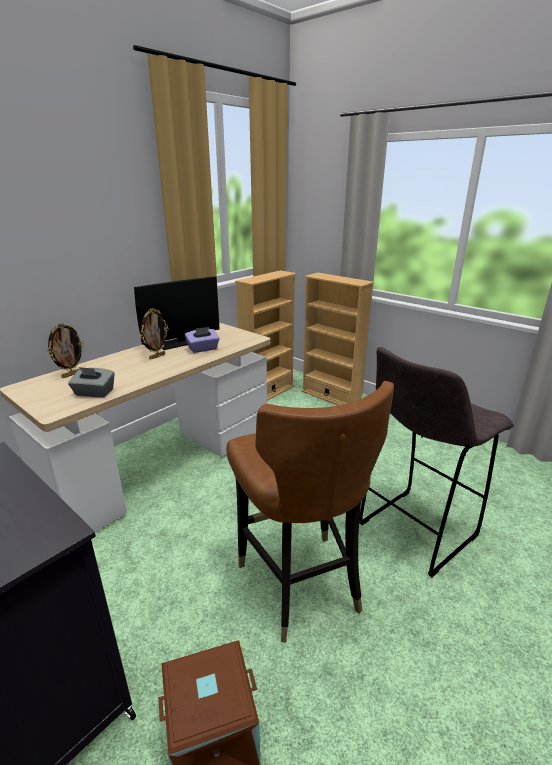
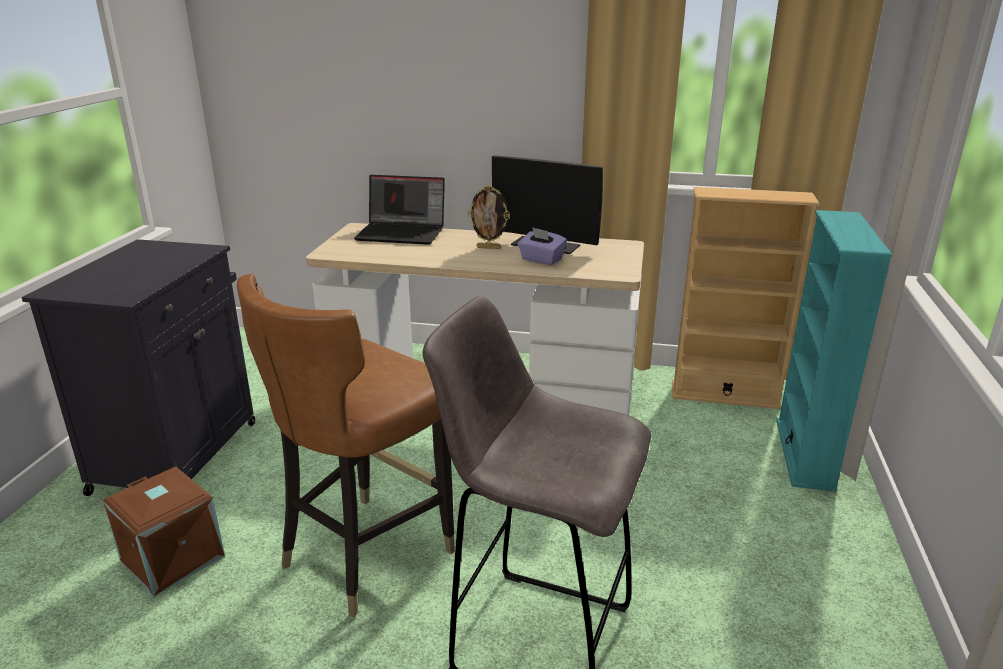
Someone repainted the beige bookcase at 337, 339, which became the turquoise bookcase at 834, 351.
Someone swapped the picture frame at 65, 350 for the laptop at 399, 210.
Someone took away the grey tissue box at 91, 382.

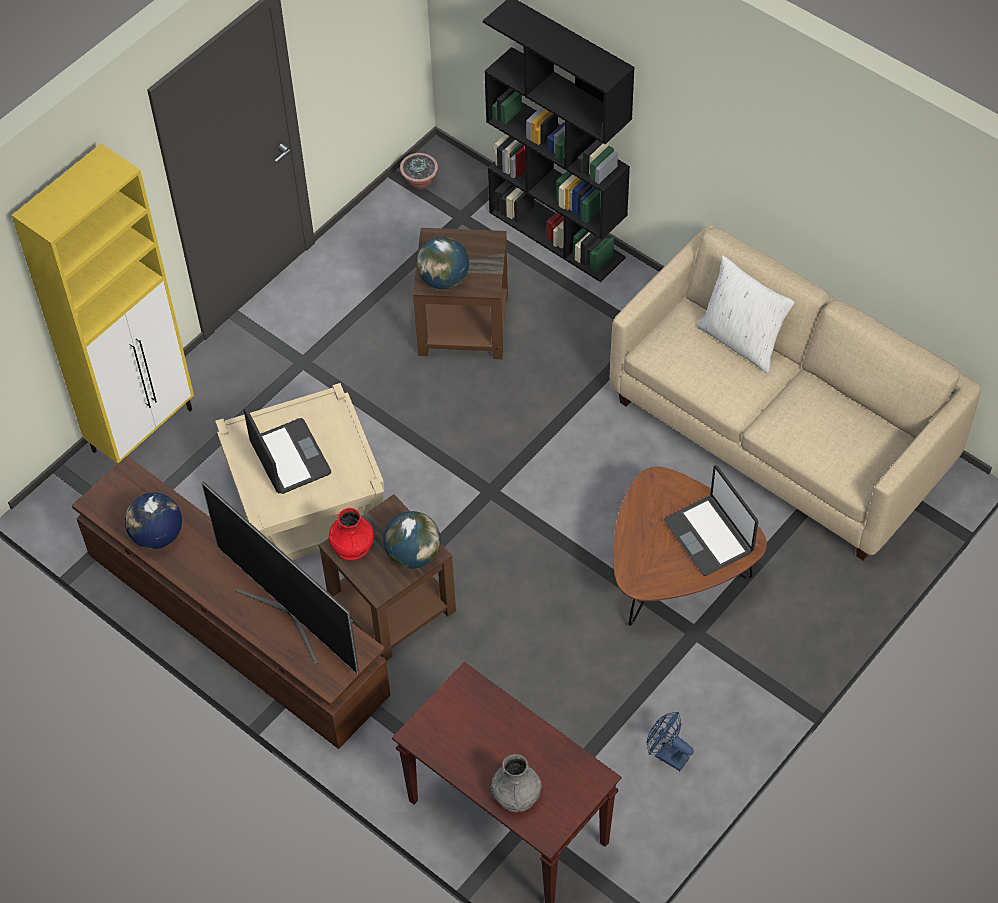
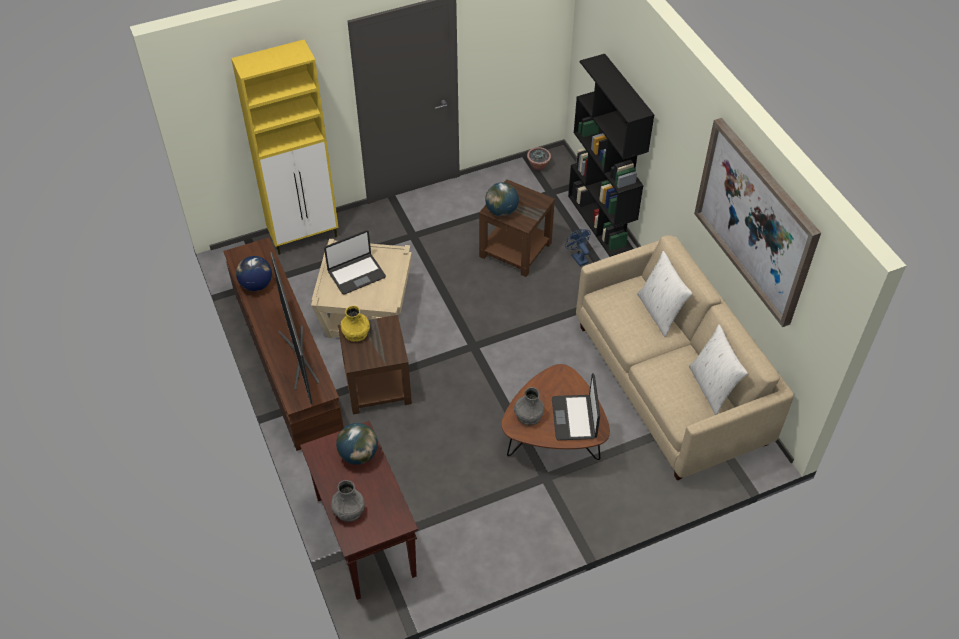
Someone rotated the laptop at 287, 450 by 60 degrees clockwise.
Someone repainted the red vase at 351, 534, which became the yellow vase at 355, 324.
Someone carried the globe from 412, 540 to 357, 444.
Someone carried the blue fan from 670, 741 to 578, 247.
Someone put up the picture at 757, 222.
Someone put down the white pillow at 718, 370.
Someone put down the grey vase at 529, 406.

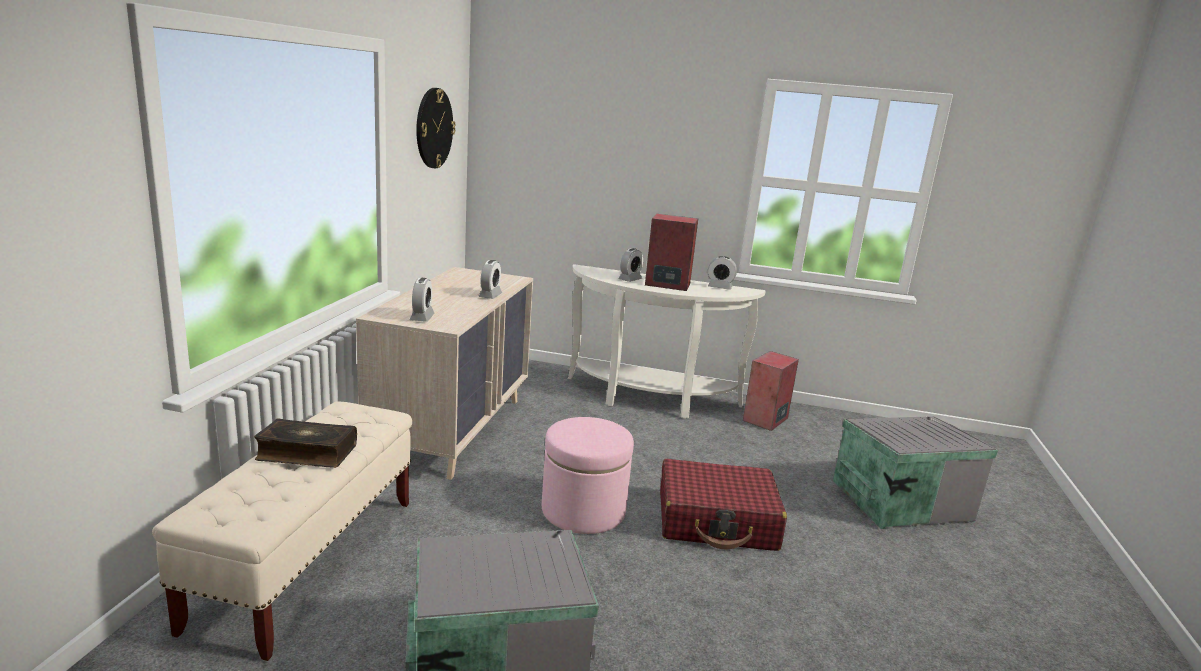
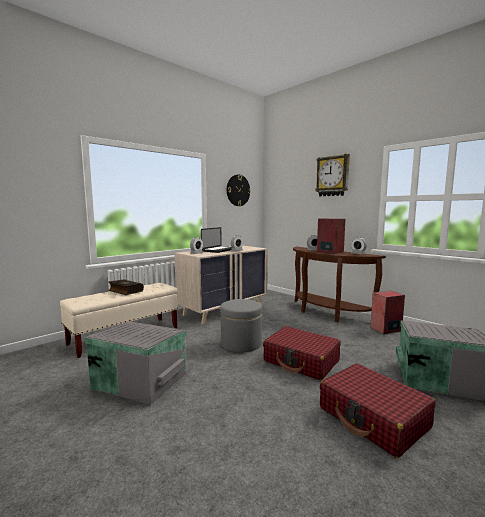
Someone repainted the white console table at 667, 341, which became the brown console table at 339, 284.
Someone repainted the pink ottoman at 588, 475, which became the grey ottoman at 241, 325.
Someone put up the wall clock at 332, 175.
Someone put down the laptop at 216, 240.
Someone put down the red suitcase at 377, 410.

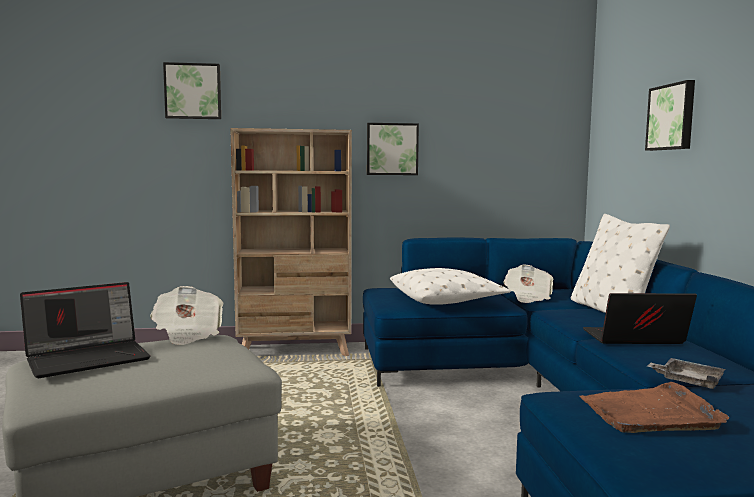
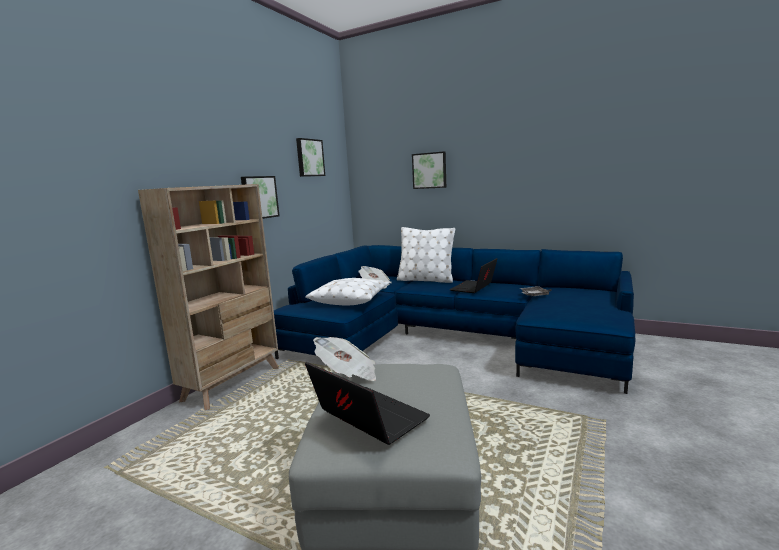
Someone carried the picture from 192, 90 to 310, 157.
Someone rotated the laptop at 85, 330 by 45 degrees counterclockwise.
Someone took away the brown tray at 654, 407.

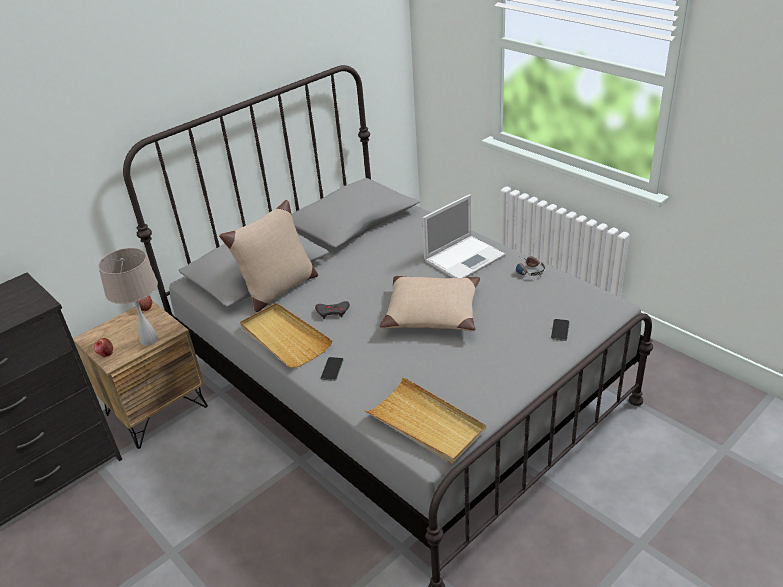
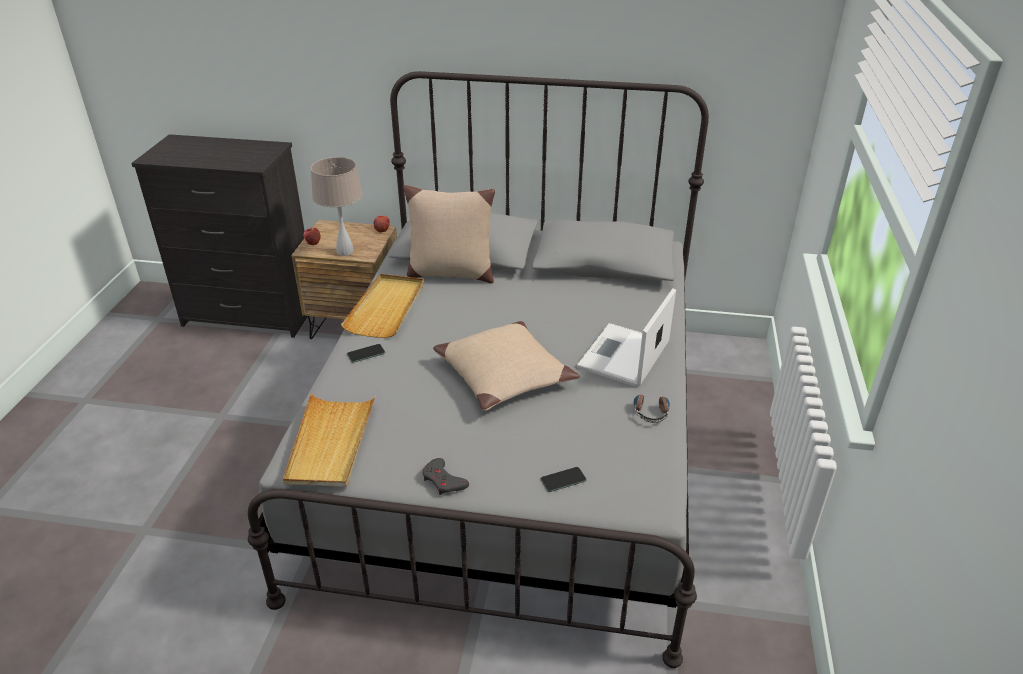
Someone rotated the laptop at 463, 236 by 105 degrees clockwise.
Someone carried the grey game controller from 332, 310 to 445, 476.

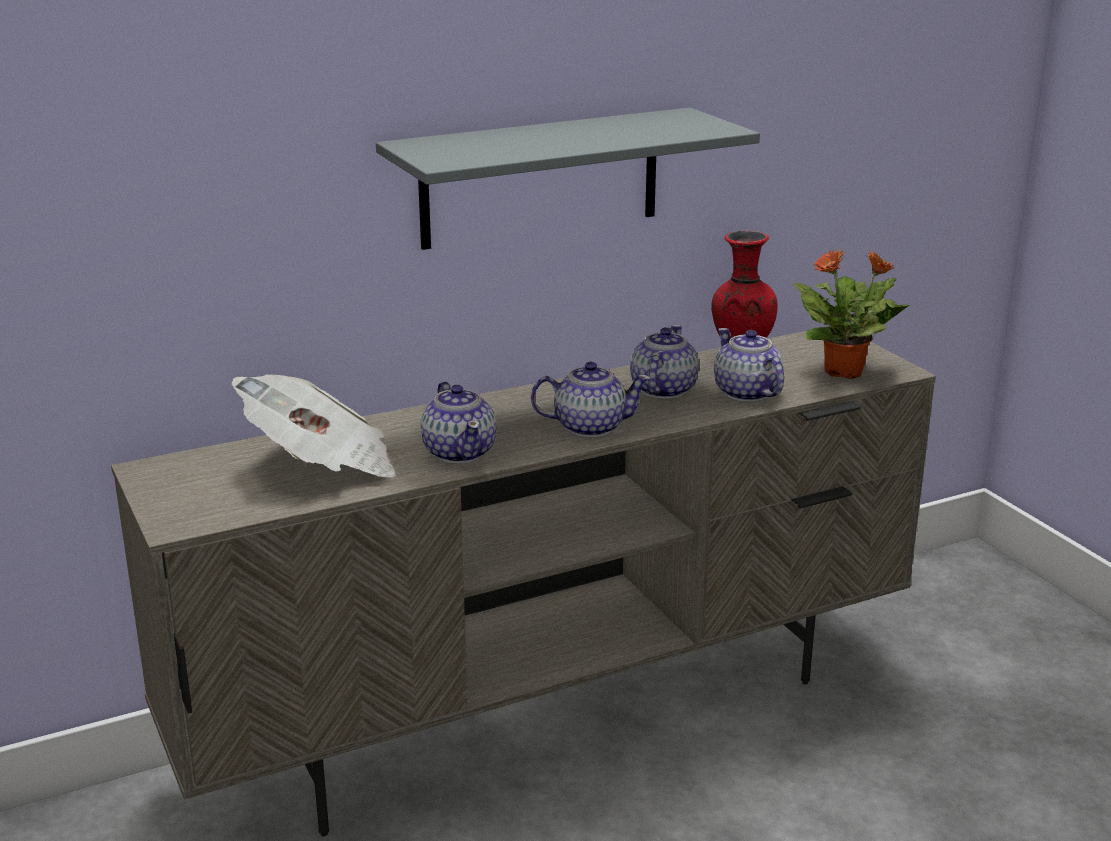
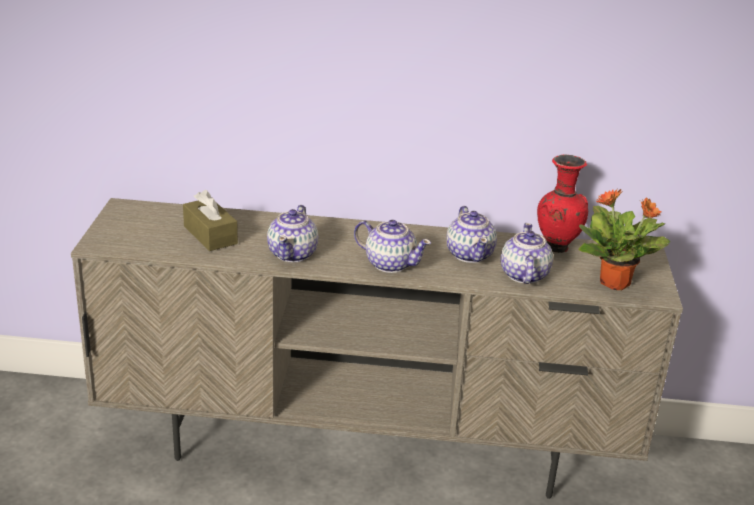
Someone took away the grey shelf at 568, 179.
Someone rotated the teapot at 664, 362 by 120 degrees clockwise.
Someone swapped the newspaper at 314, 426 for the brown tissue box at 210, 220.

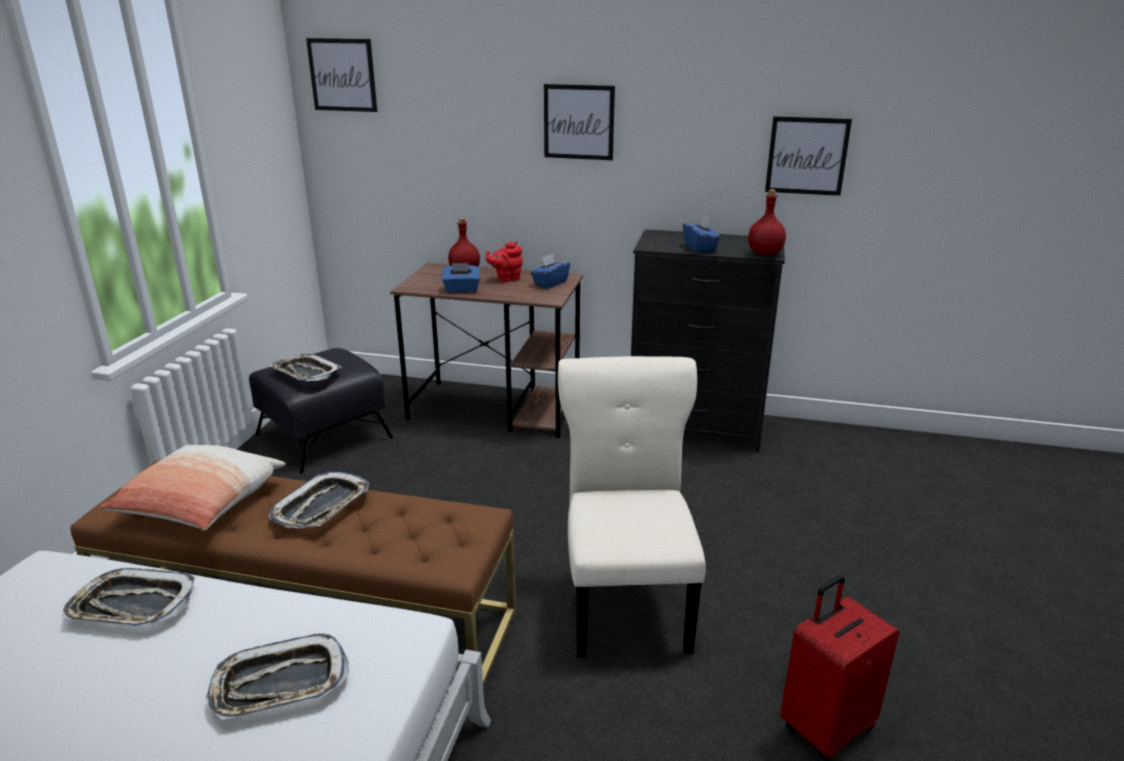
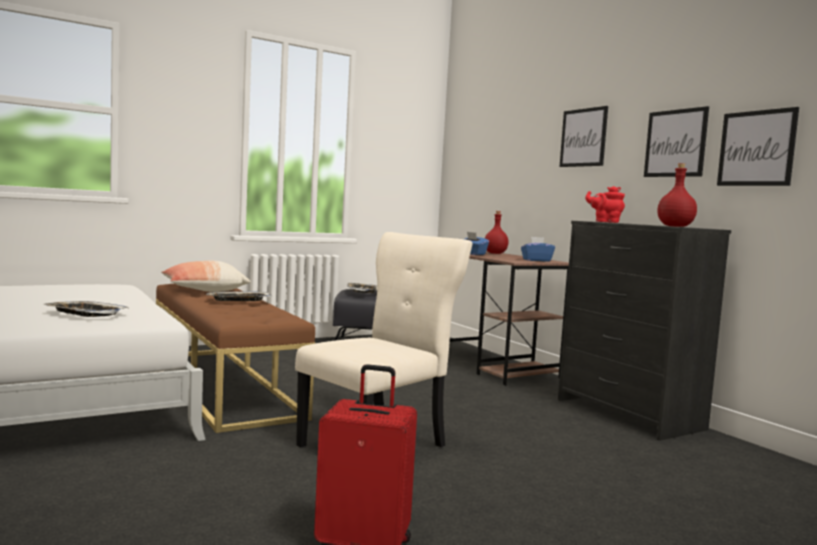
Someone carried the picture from 341, 75 to 676, 141.
Someone took away the blue tissue box at 701, 234.
Someone carried the red teapot from 504, 262 to 605, 204.
Someone took away the tray at 129, 597.

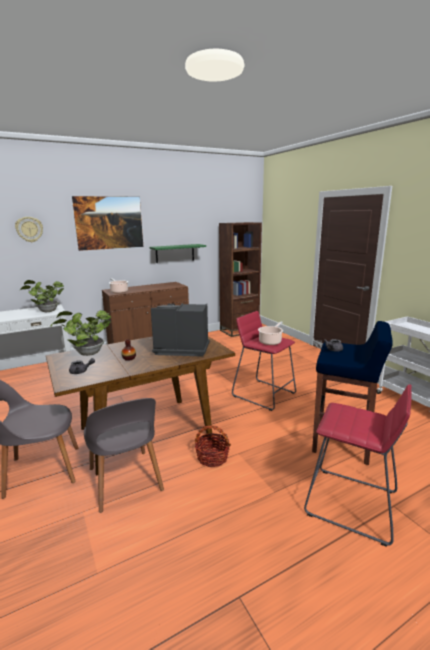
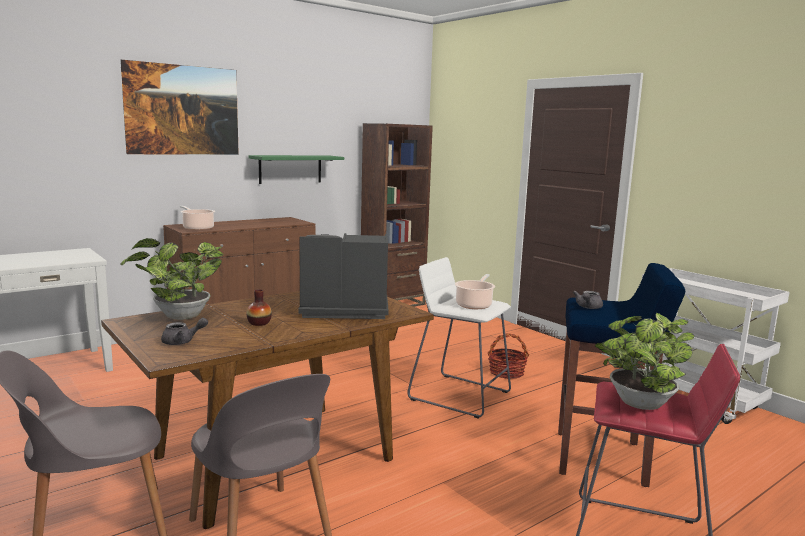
Someone took away the wall clock at 29, 229.
Someone carried the potted plant from 42, 296 to 644, 361.
Someone repainted the red stool at 264, 361, which became the white stool at 459, 338.
Someone carried the basket from 213, 446 to 508, 356.

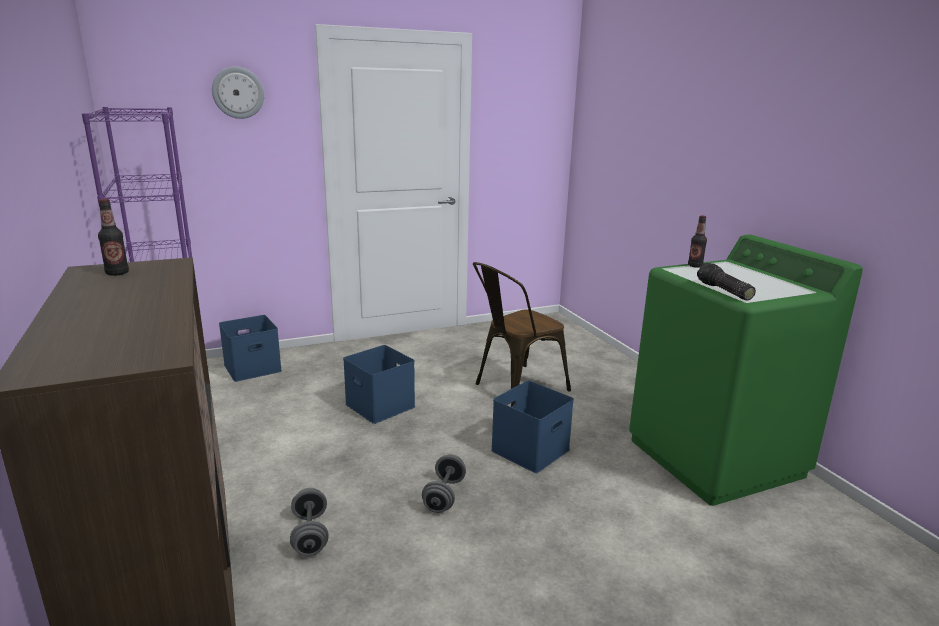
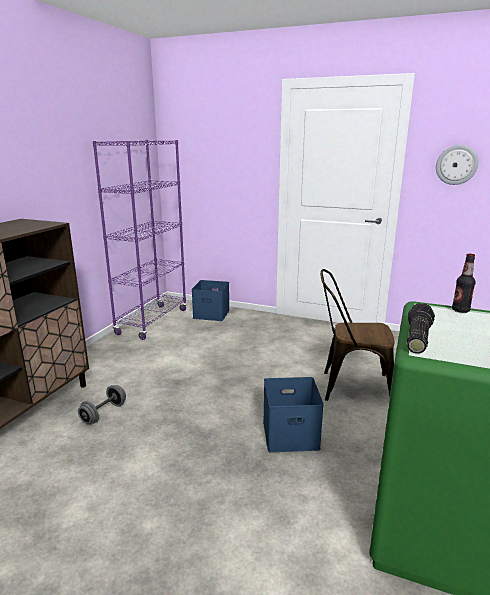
Someone carried the wall clock from 238, 93 to 457, 165.
Someone took away the bottle at 113, 237.
Someone took away the blue storage box at 379, 384.
Someone took away the grey dumbbell at 444, 483.

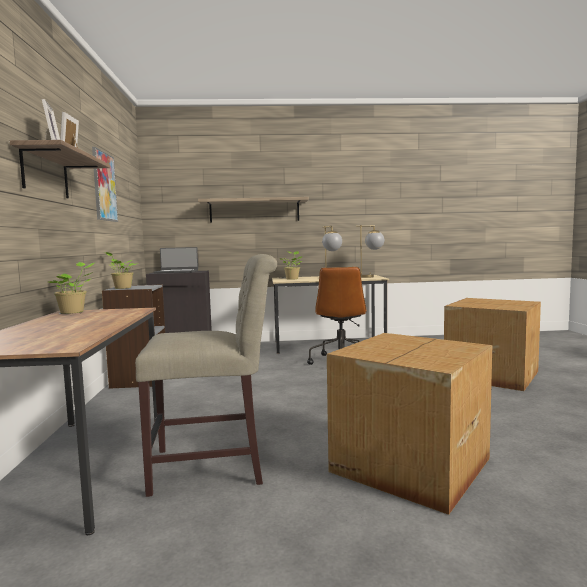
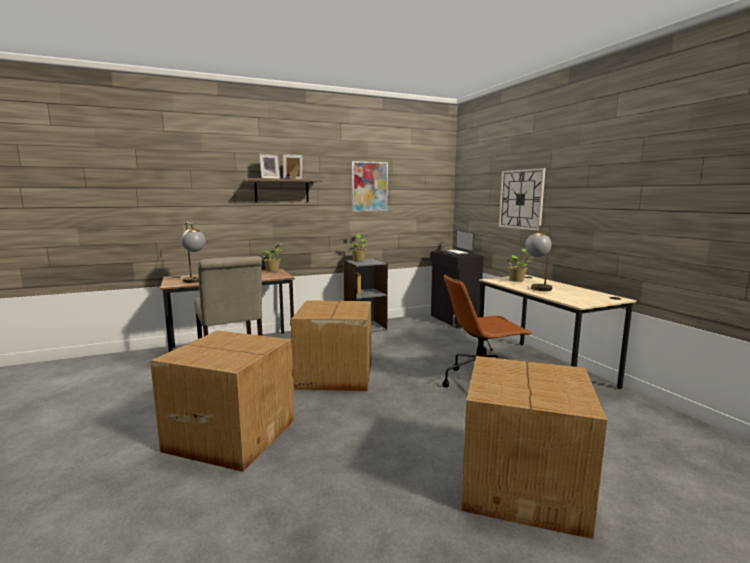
Someone swapped the shelf at 253, 210 for the wall clock at 522, 199.
Someone carried the table lamp from 370, 251 to 193, 252.
Someone put down the cardboard box at 331, 345.

